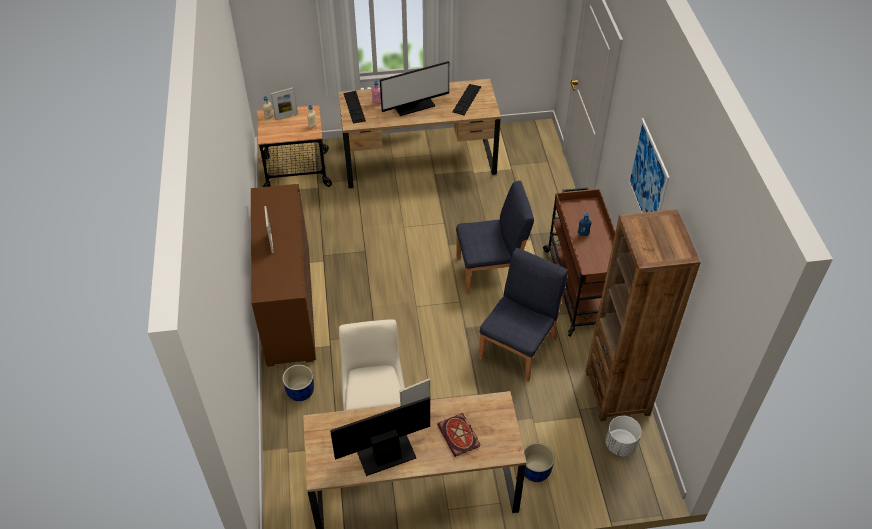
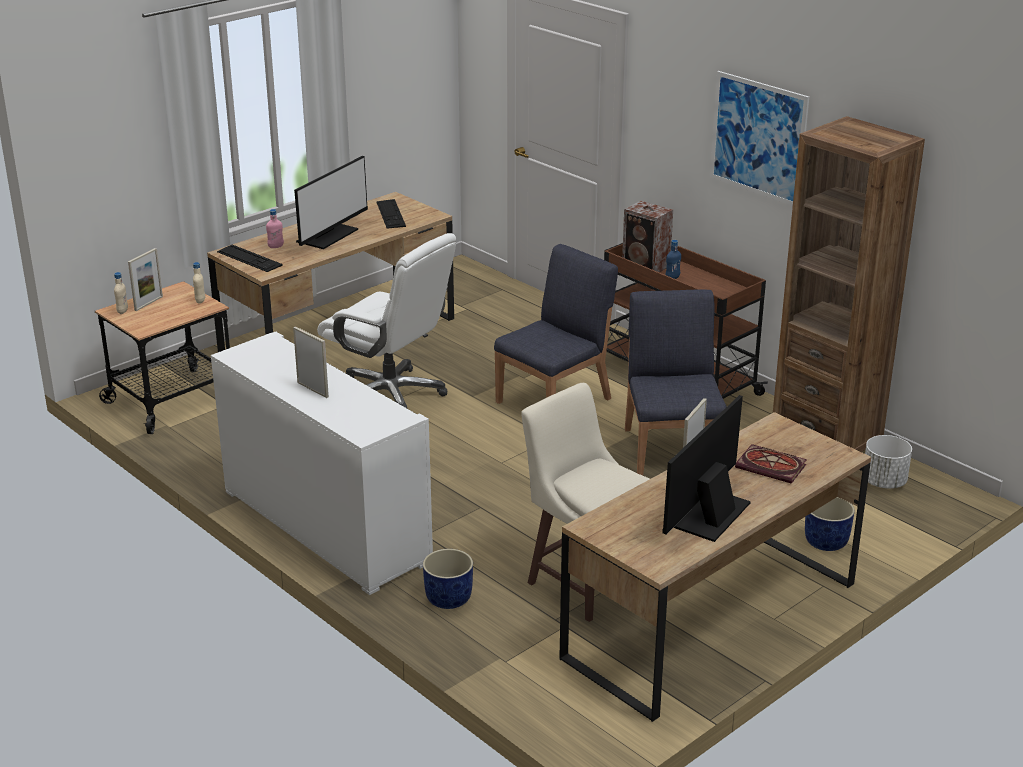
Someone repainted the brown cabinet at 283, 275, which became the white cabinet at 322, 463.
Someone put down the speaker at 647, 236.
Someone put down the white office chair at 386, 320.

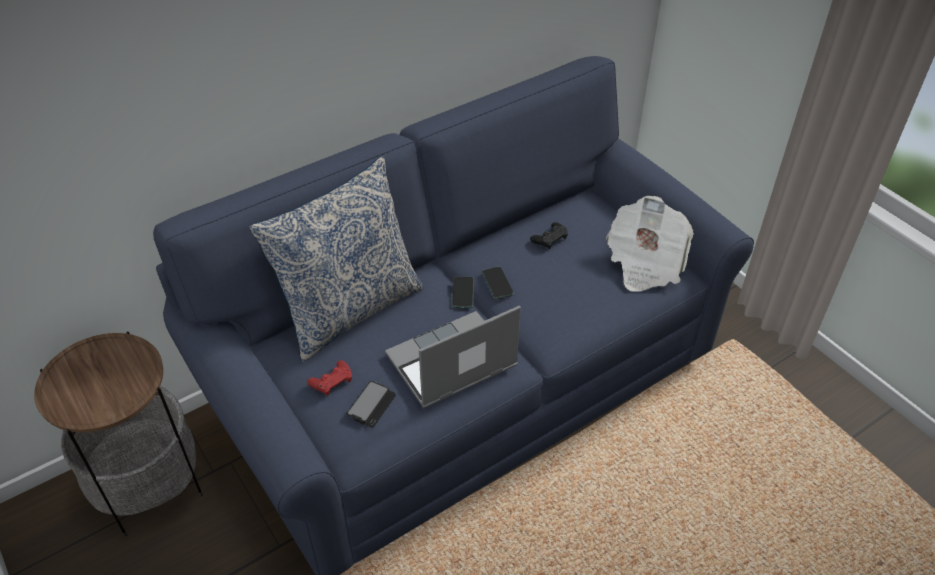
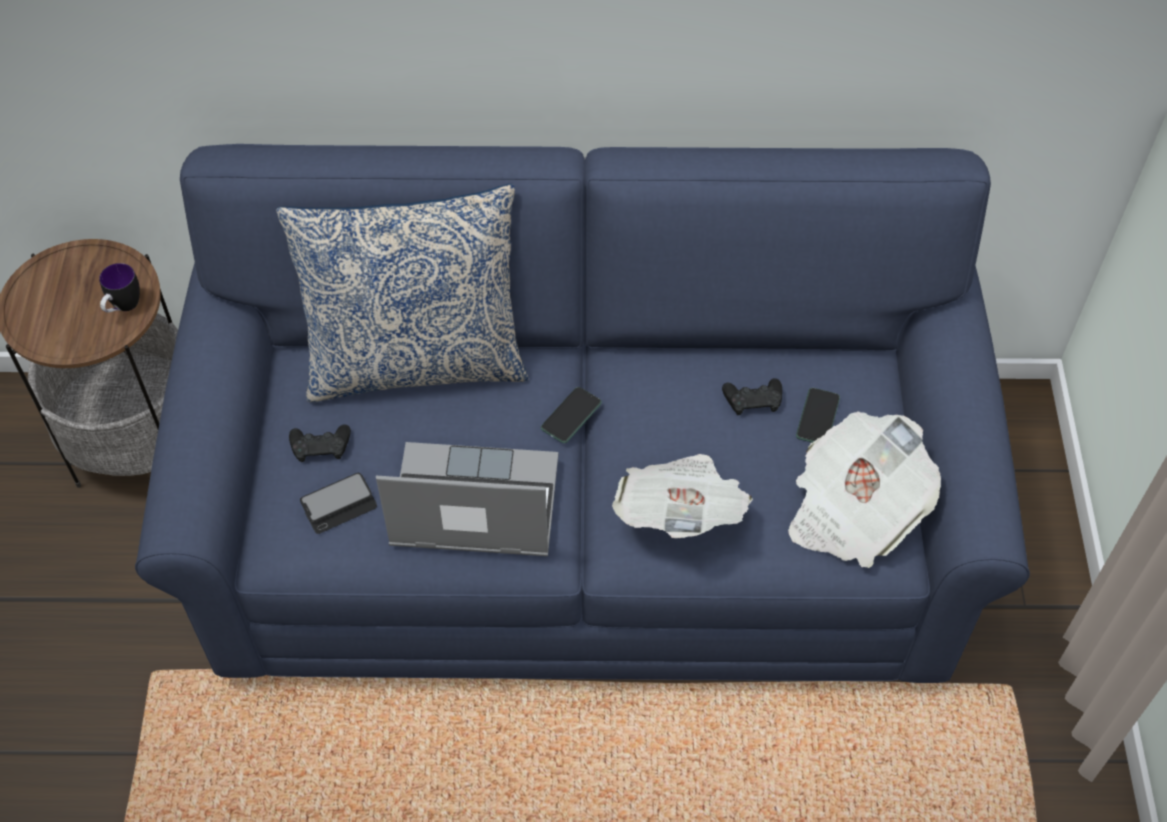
Someone carried the phone from 498, 283 to 818, 415.
Someone repainted the red game controller at 329, 378, which became the black game controller at 320, 443.
Someone put down the mug at 119, 287.
Someone put down the newspaper at 682, 496.

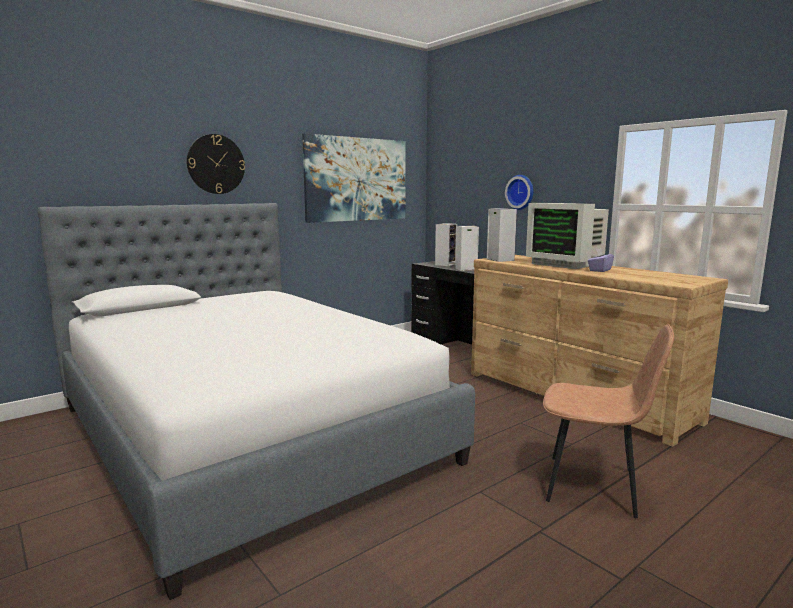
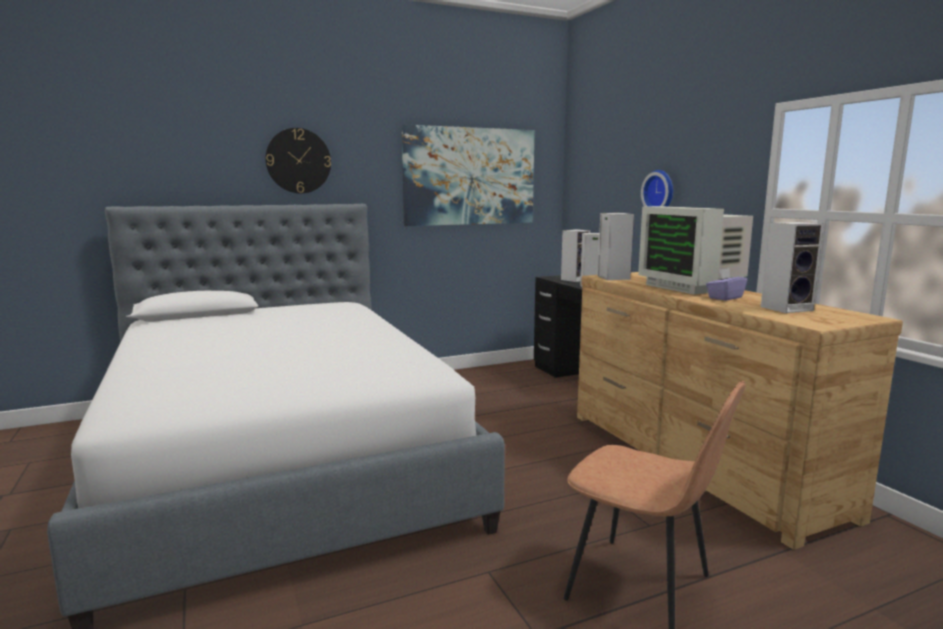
Someone put down the speaker at 792, 267.

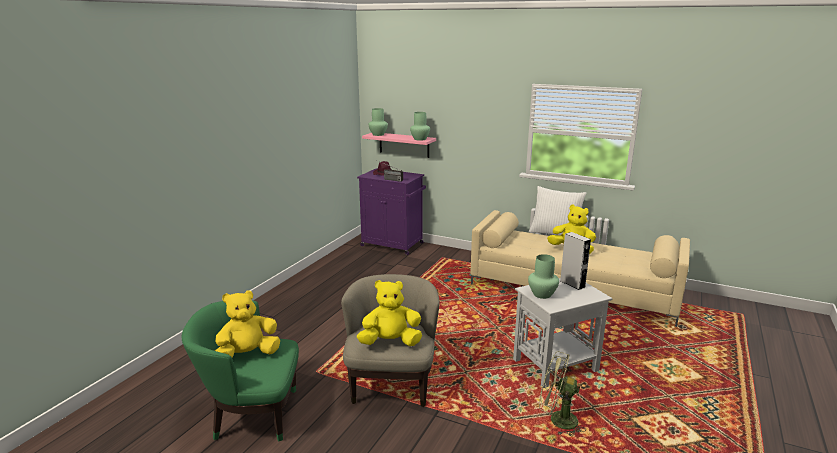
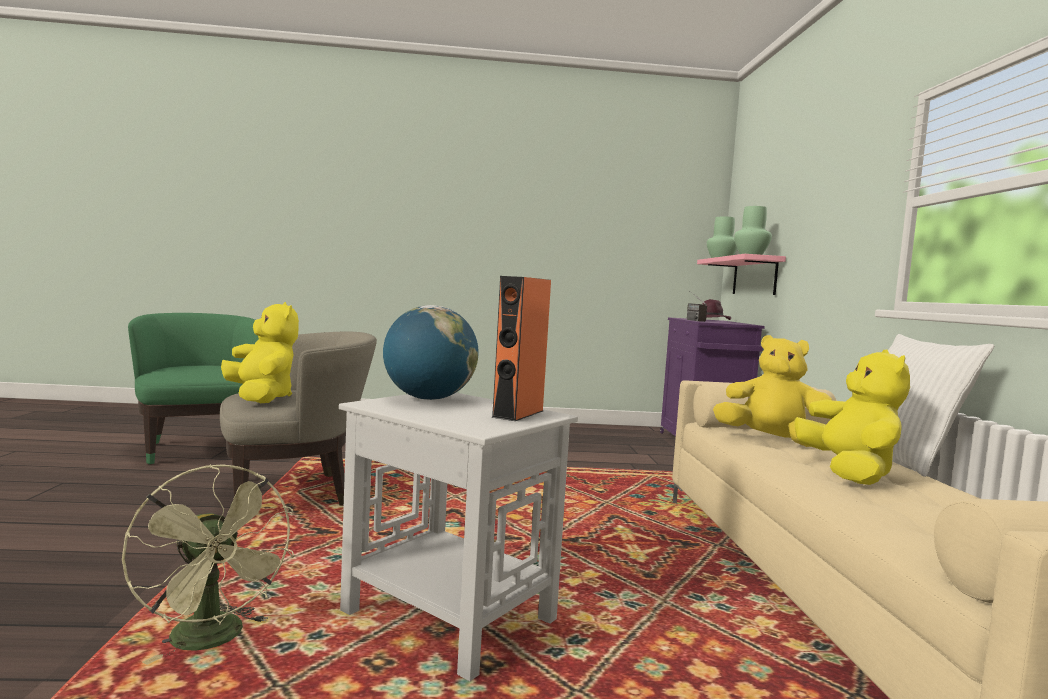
Someone repainted the grey speaker at 575, 261, which became the orange speaker at 521, 348.
Someone swapped the green vase at 543, 276 for the globe at 430, 352.
Someone carried the yellow plush toy from 247, 323 to 772, 391.
Someone rotated the green fan at 562, 393 by 150 degrees clockwise.

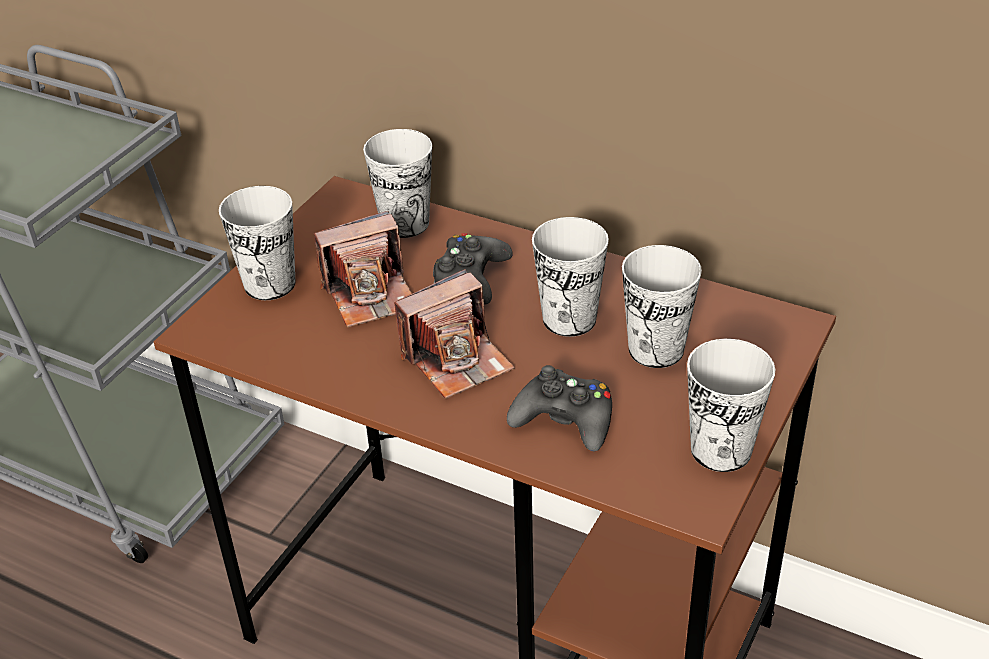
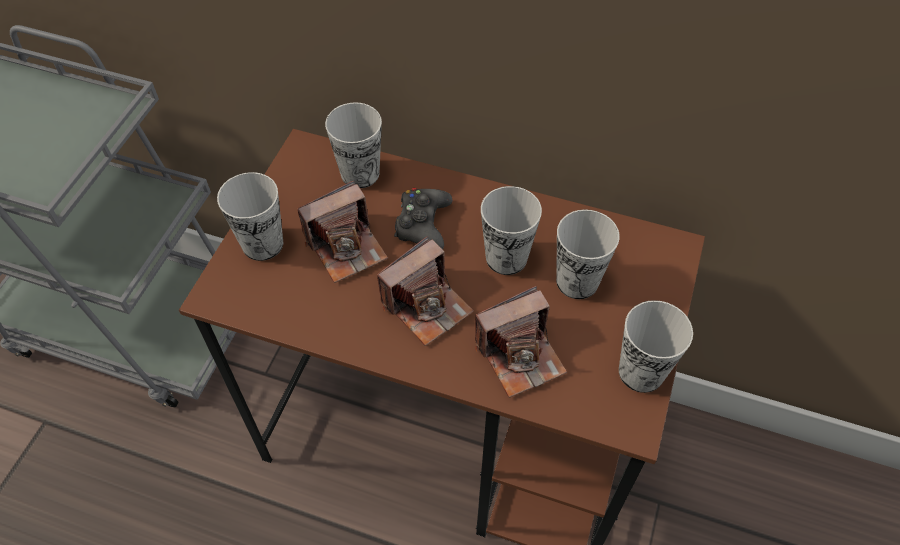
Someone swapped the black game controller at 559, 408 for the photo camera at 521, 342.

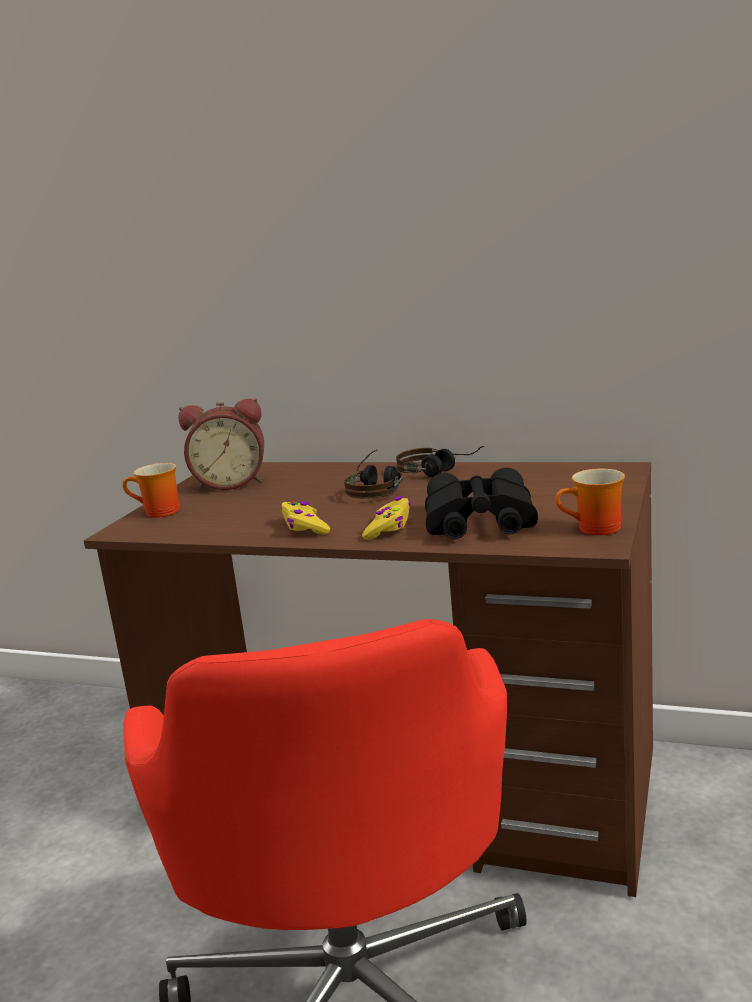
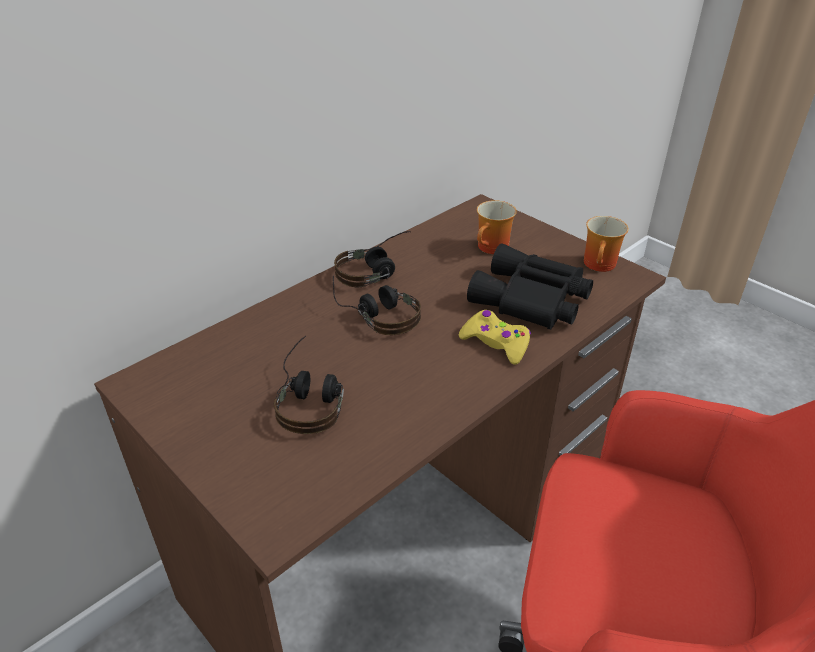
Someone took away the alarm clock at 221, 444.
Someone carried the mug from 151, 490 to 497, 227.
Someone took away the yellow game controller at 305, 518.
Someone put down the headphones at 309, 385.

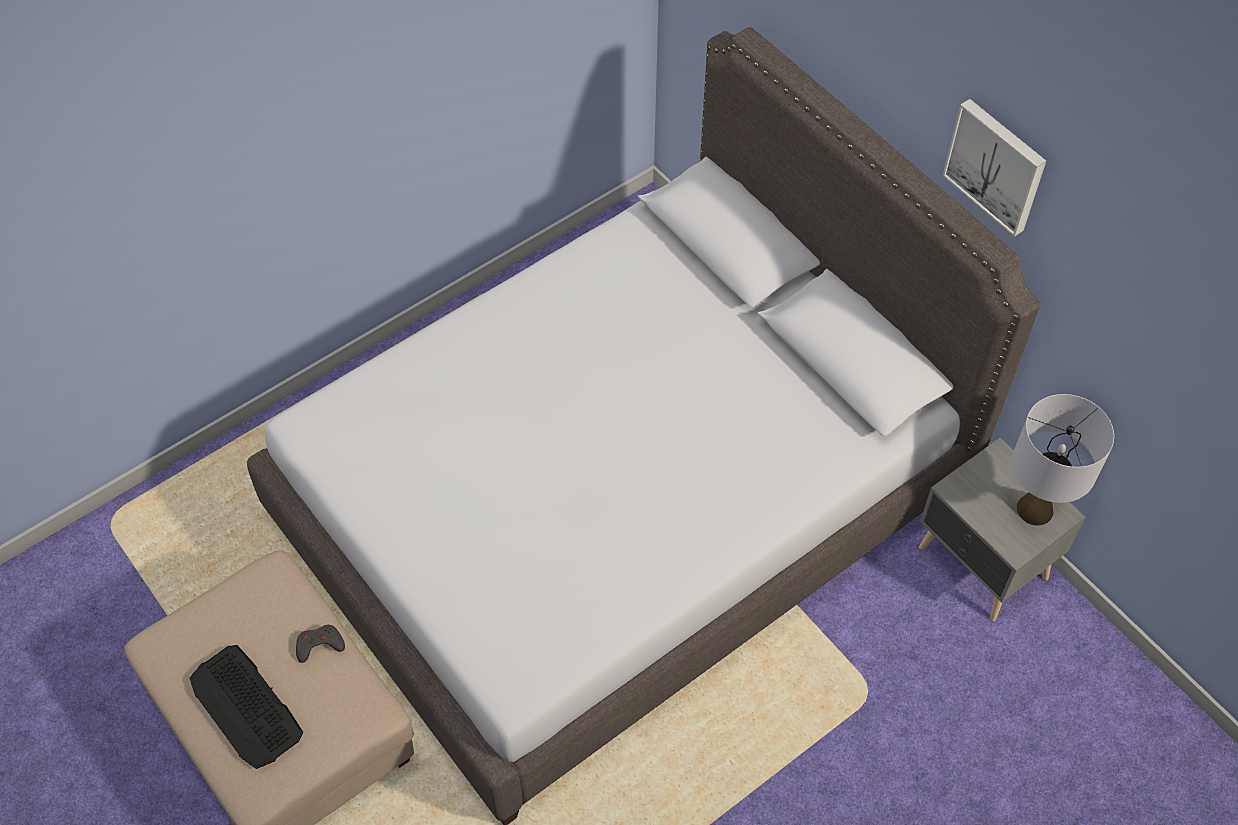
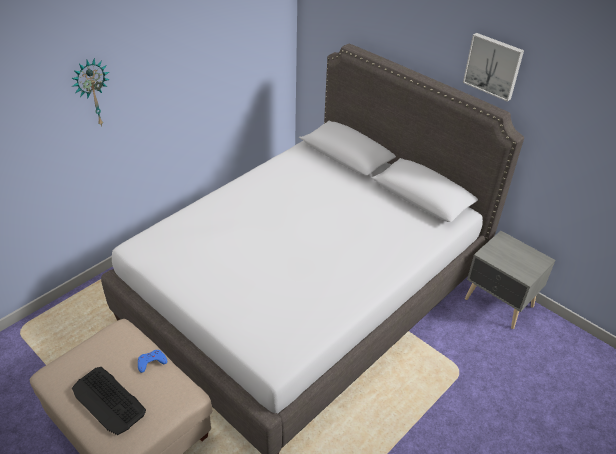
Someone took away the grey table lamp at 1063, 459.
Someone repainted the grey game controller at 320, 644, which became the blue game controller at 152, 361.
Someone put up the wall clock at 90, 92.

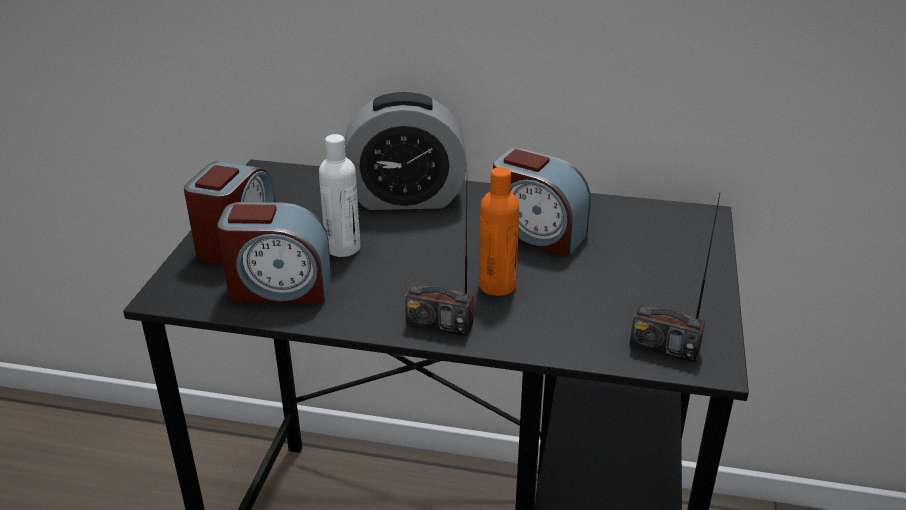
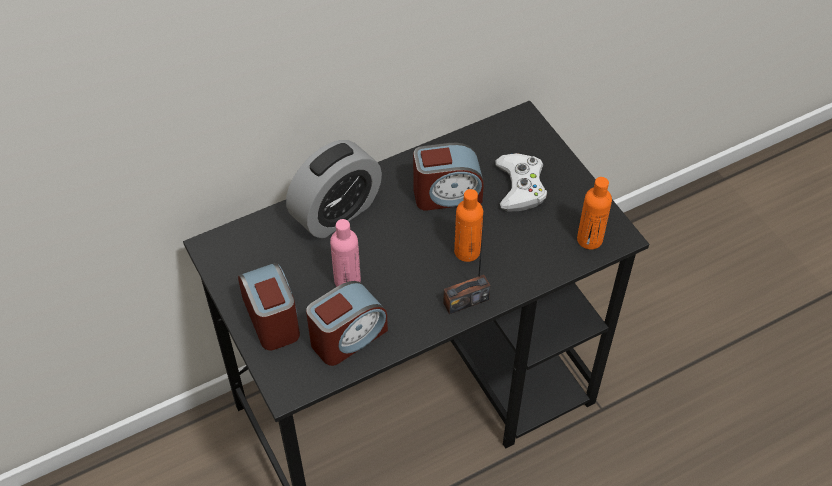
Someone repainted the white bottle at 340, 195, which became the pink bottle at 345, 253.
Someone swapped the radio at 674, 278 for the orange bottle at 594, 213.
Someone put down the white game controller at 521, 182.

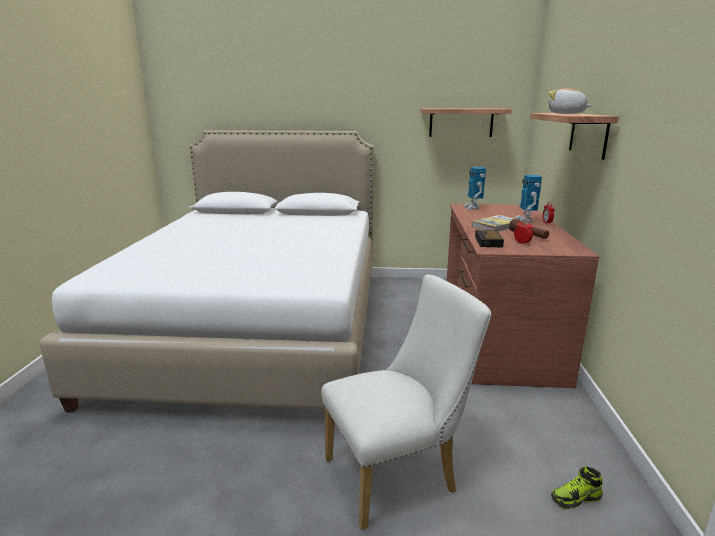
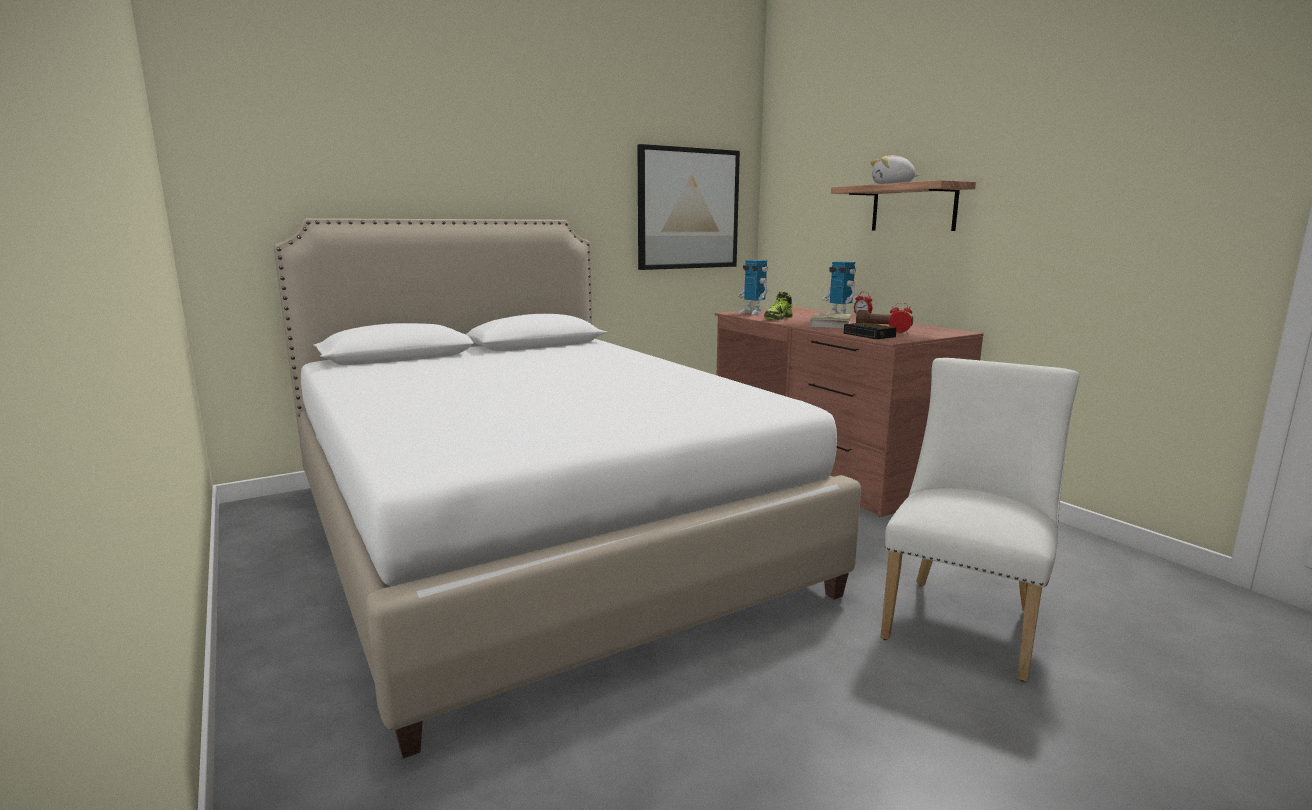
Someone swapped the shelf at 466, 123 for the picture at 688, 207.
Someone carried the shoe from 577, 487 to 778, 305.

